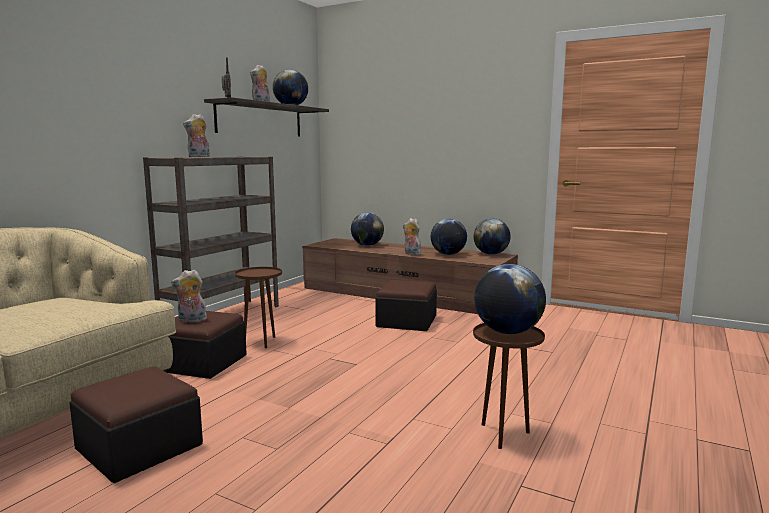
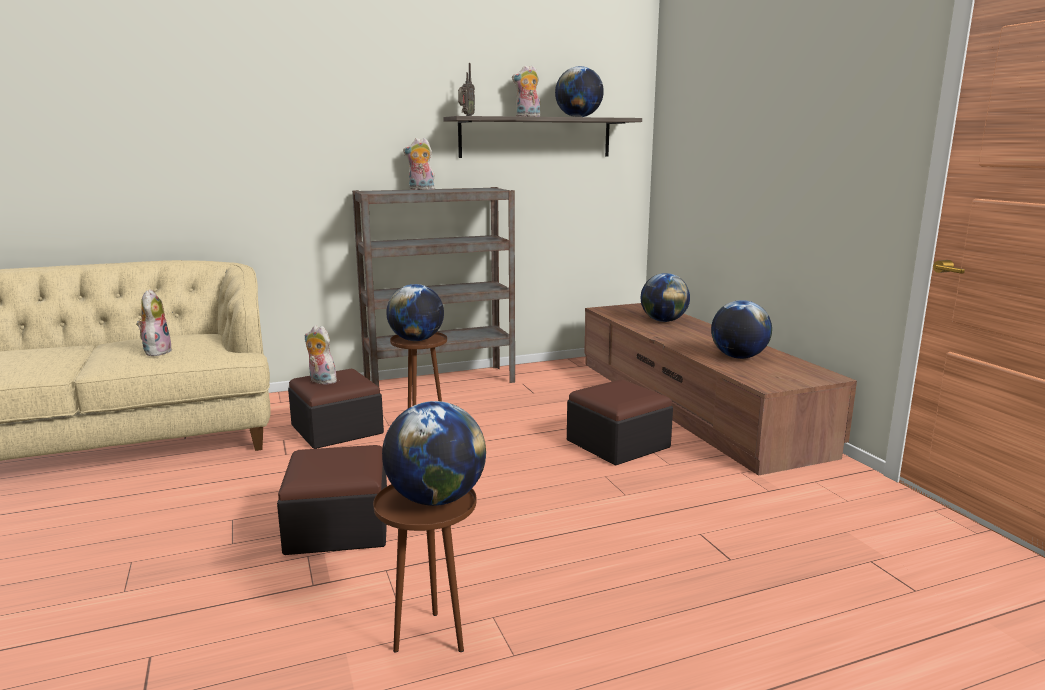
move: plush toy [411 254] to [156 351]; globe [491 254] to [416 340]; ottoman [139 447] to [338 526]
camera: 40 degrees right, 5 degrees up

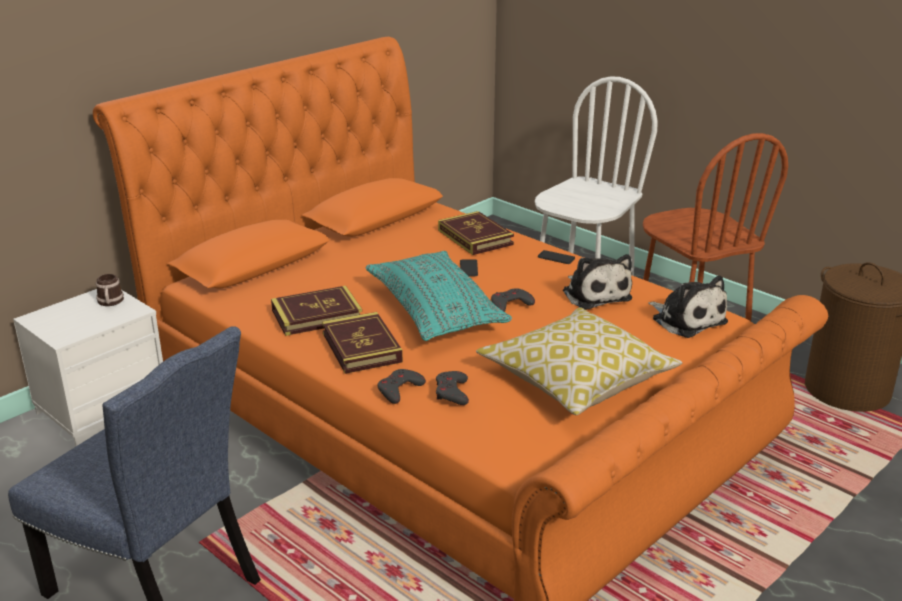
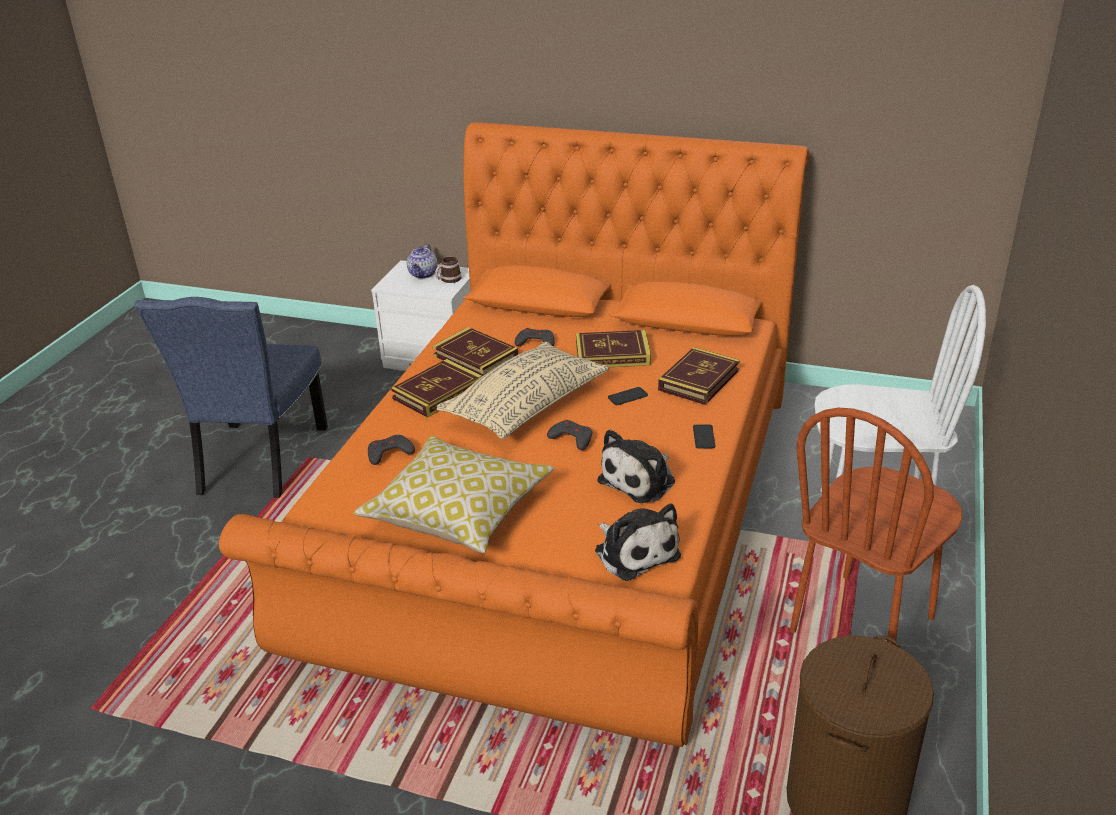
insert: tea pot [423 274]; book [612 354]
move: gray joypad [399 390] to [535 342]
recolor: turquoise-coloured cushion [435 311] to sand-coloured cushion [526 405]
rotate: plush toy [686 319] = [635 551] 60 degrees counterclockwise
camera: 65 degrees right, 5 degrees up

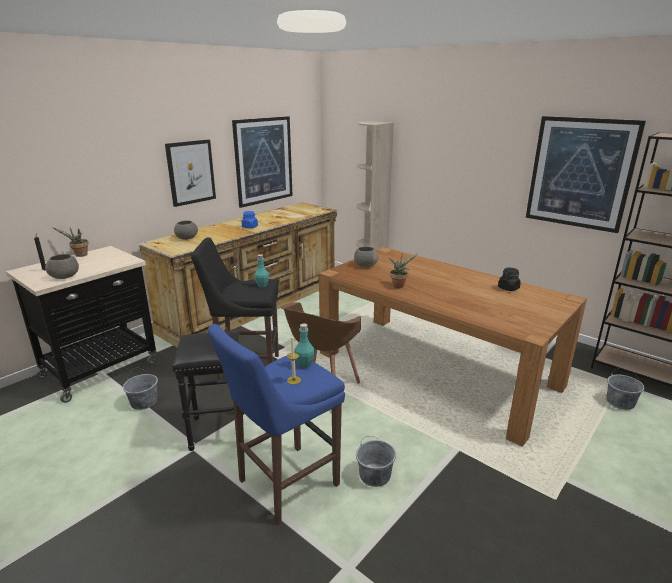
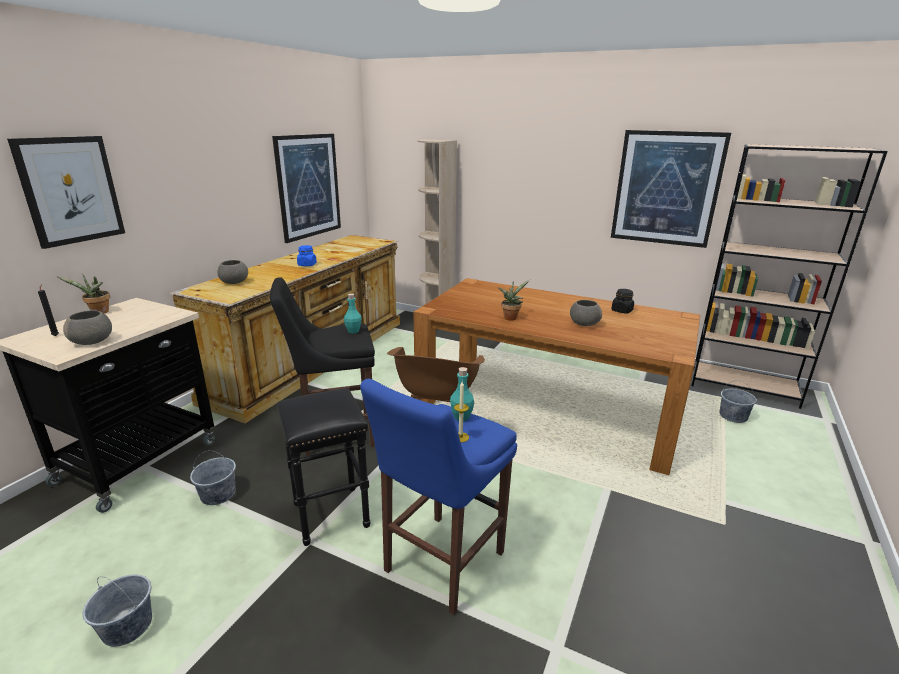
move: wall picture [191 172] to [70 190]; gray serving bowl [365 265] to [583 324]; gray bucket [375 475] to [127 626]
camera: 15 degrees left, 0 degrees up

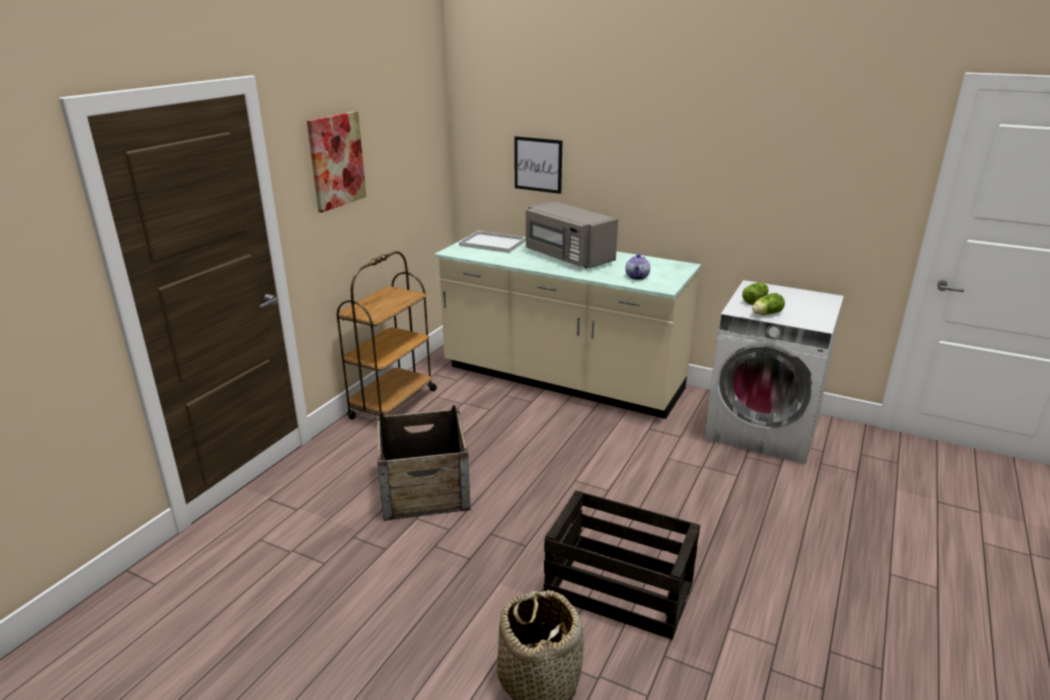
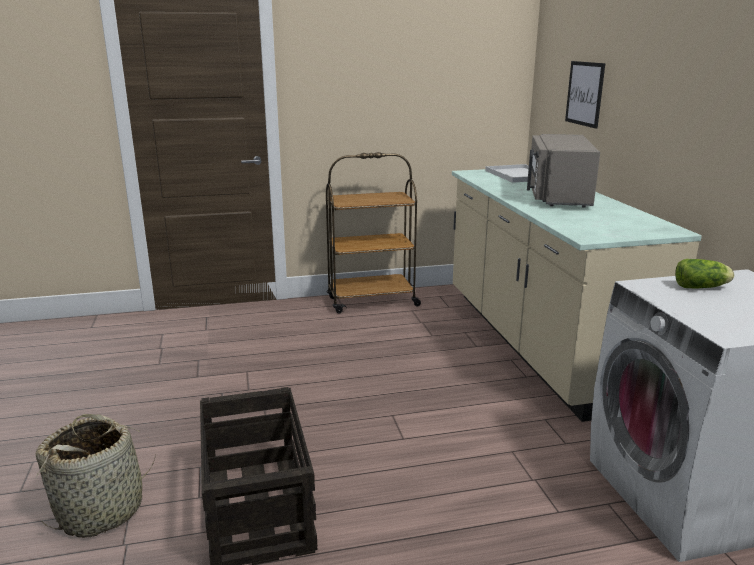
delete: wall picture [336 161]; tea pot [637 277]; head of lettuce [765 314]; crate [425 489]
camera: 50 degrees right, 5 degrees down

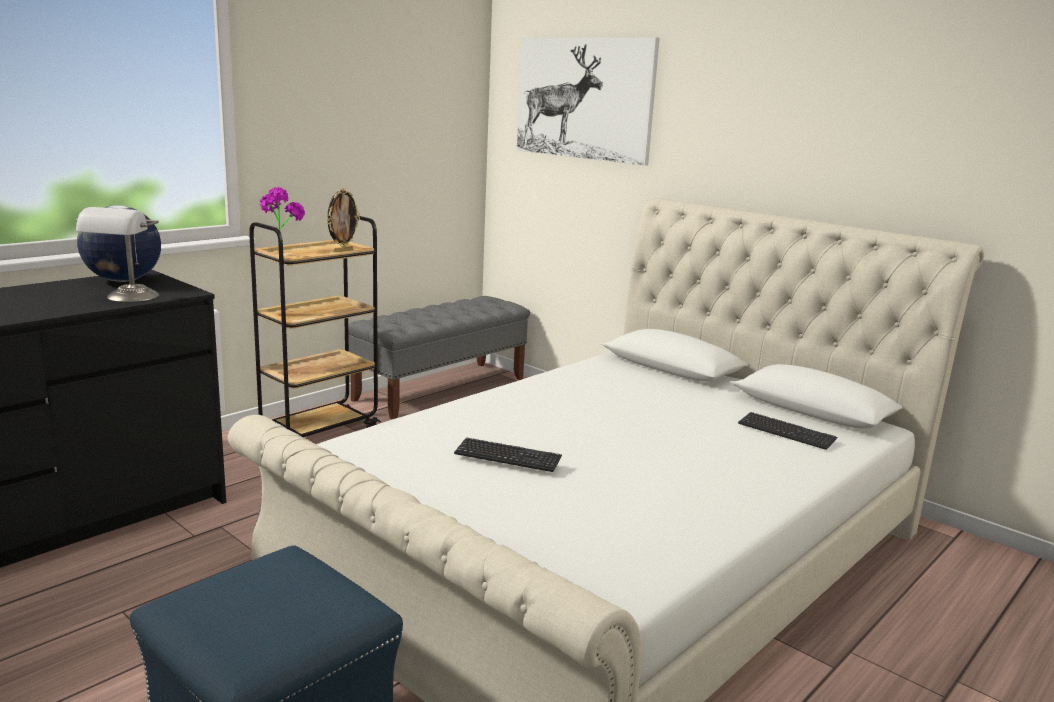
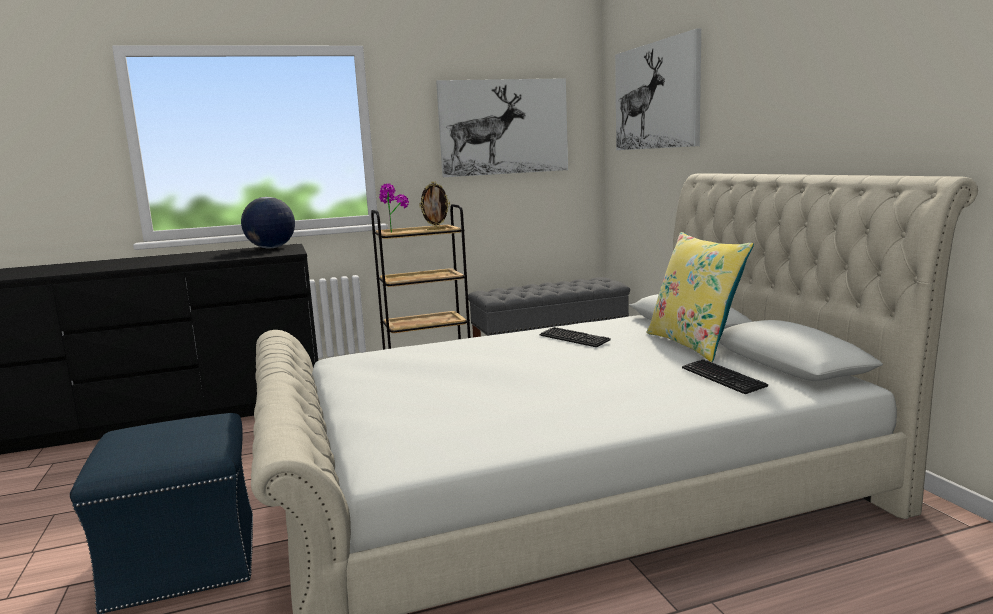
delete: white-coloured table lamp [128 298]
insert: wall picture [504 127]; yellow-coloured cushion [694 344]
move: PC keyboard [507 457] to [574 339]
camera: 30 degrees right, 5 degrees down

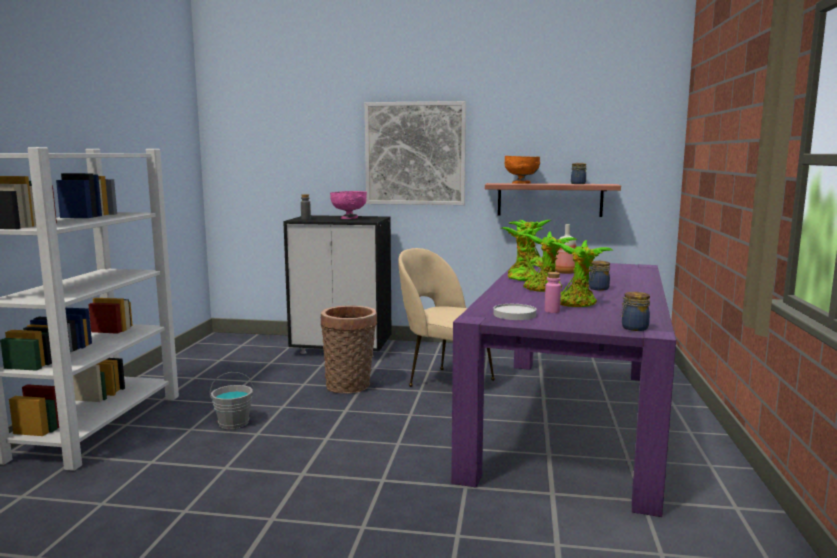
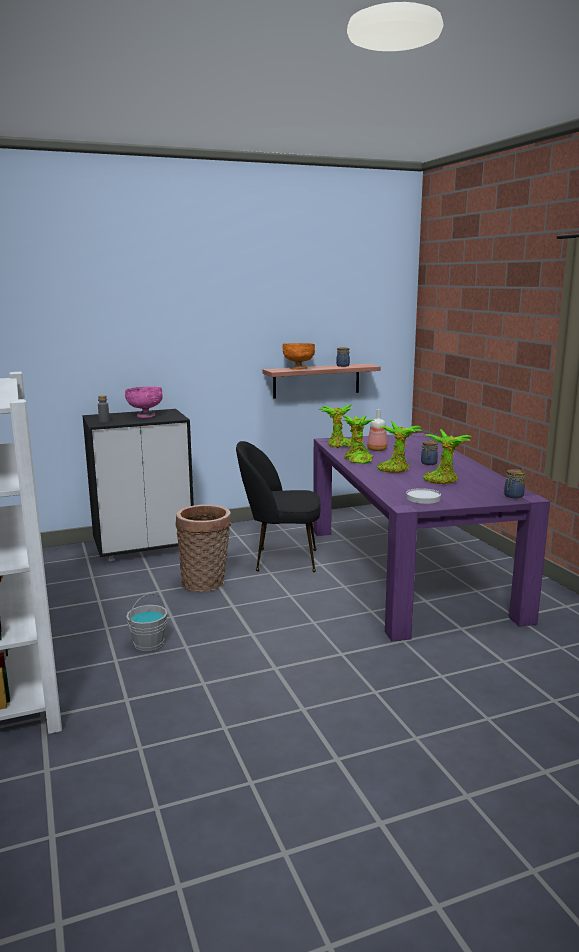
delete: wall picture [415 153]; pinkish drink bottle [552 311]
recolor: sand-coloured plain chair [446 381] to black plain chair [280 560]
camera: 30 degrees left, 5 degrees up

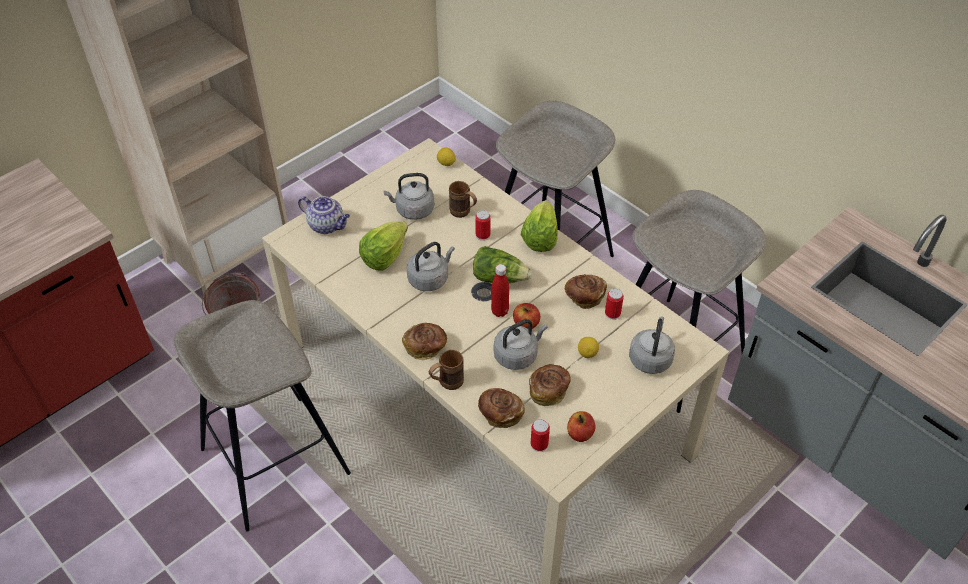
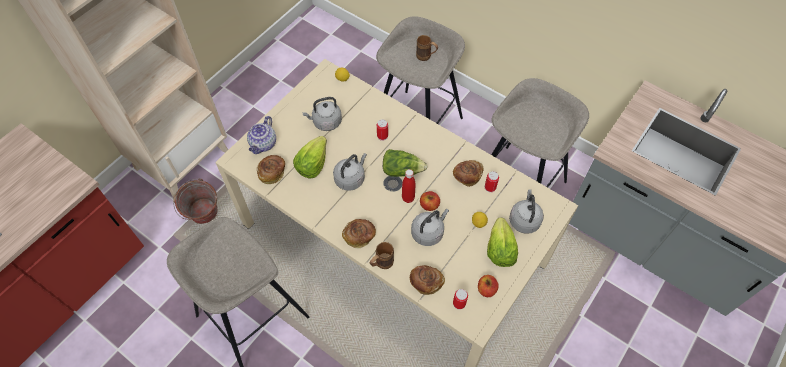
move: brown coffee mug [463 213] to [426 57]; head of lettuce [540 238] to [499 250]; bread [549 391] to [272 173]
rotate: tea pot [327 225] = [263 144] 90 degrees clockwise
camera: 10 degrees left, 10 degrees up

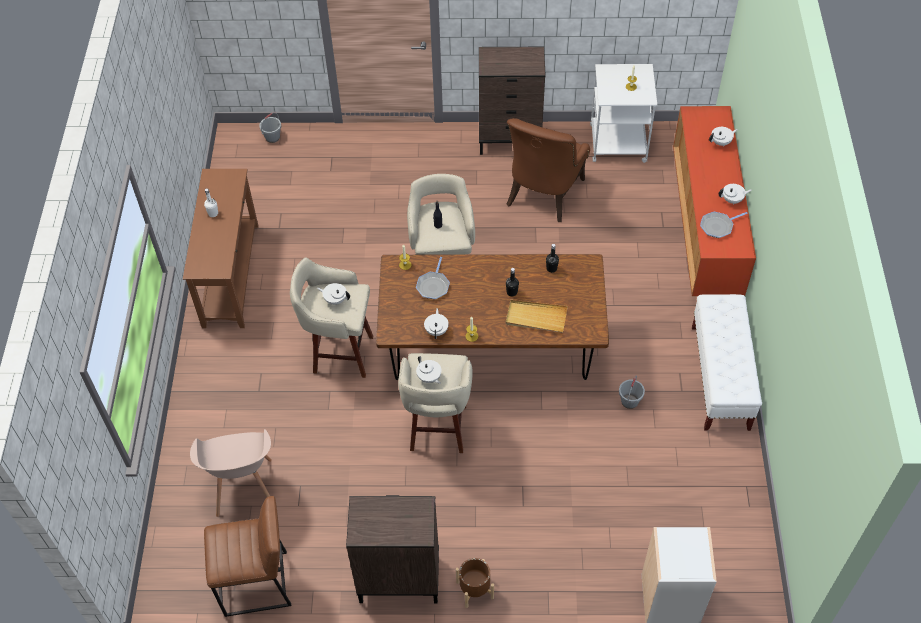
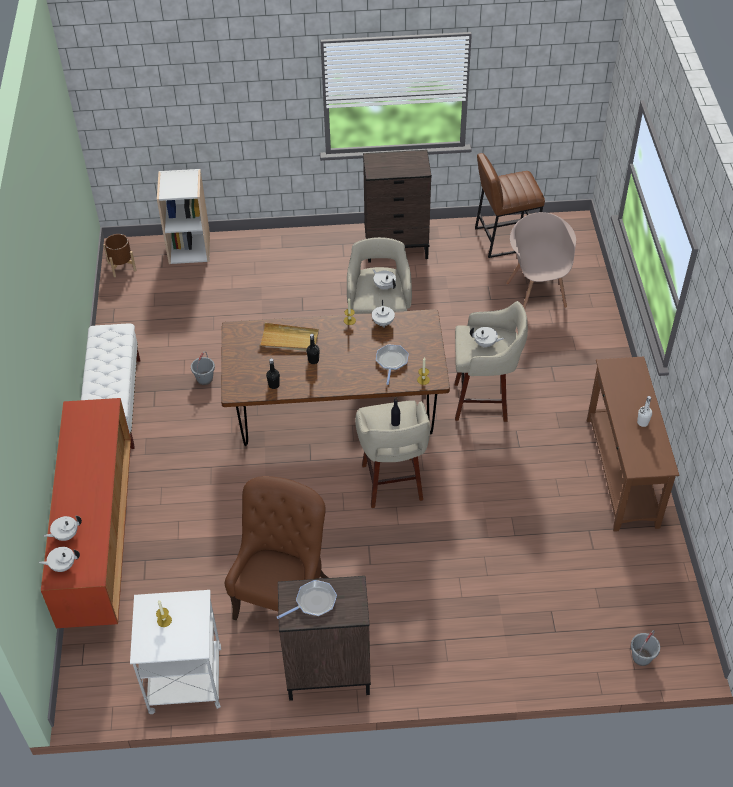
move: white-coloured tea pot [732 200] to [62 565]; skillet [718 226] to [313 602]; brown plant pot [474 589] to [122 266]
camera: 175 degrees right, 5 degrees down

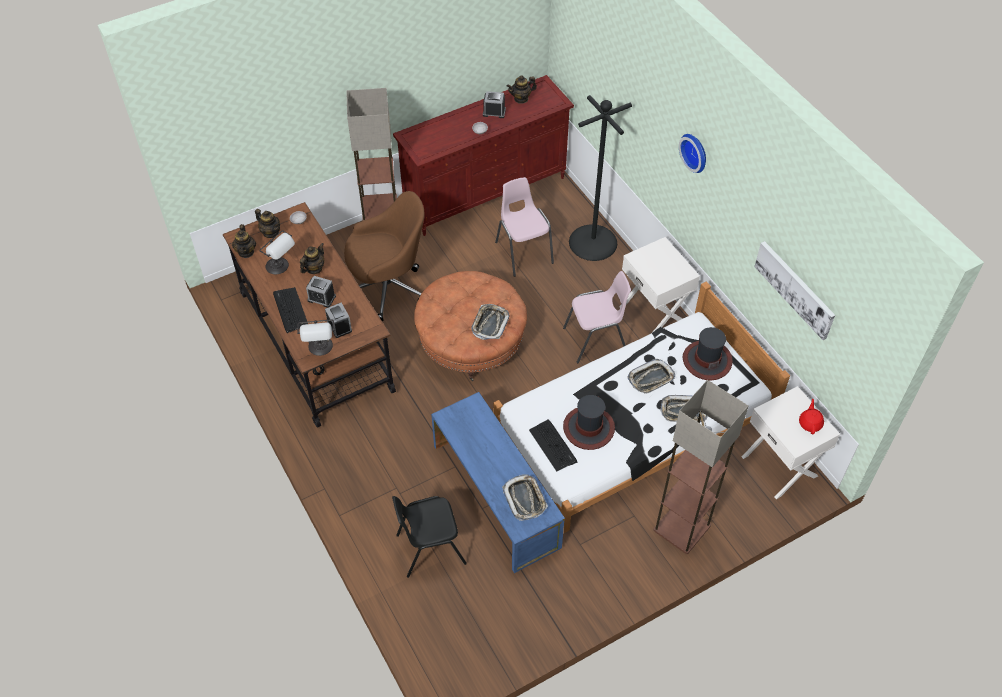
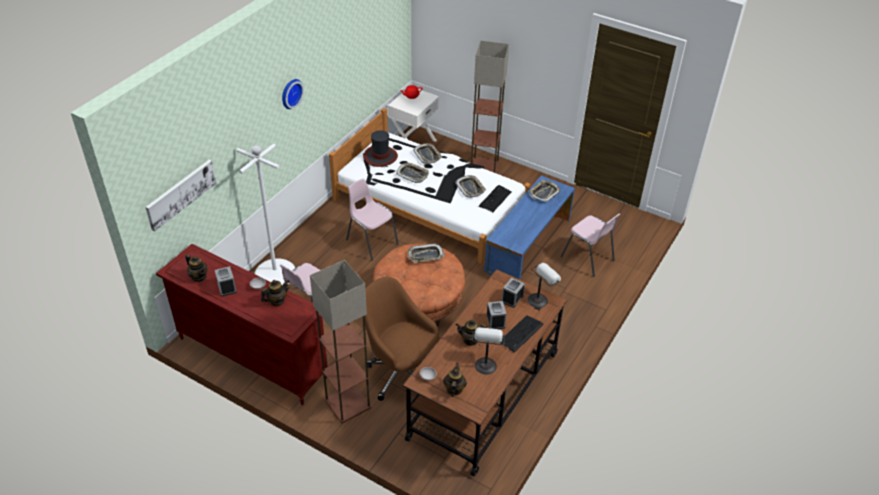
delete: white-coloured night table [654 314]
move: tea pot [246 252] to [277 301]; wall picture [795 289] to [180 194]
replace: clothing hat [588 428] to carrying tray [470 188]
recolor: black garment rack [593 242] to white-coloured garment rack [275 273]; black plain chair [429 548] to pinkish plain chair [588 259]
camera: 120 degrees left, 10 degrees down

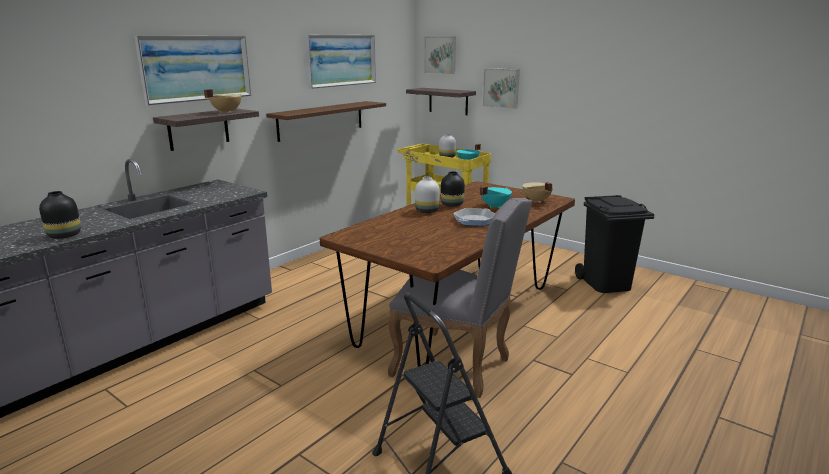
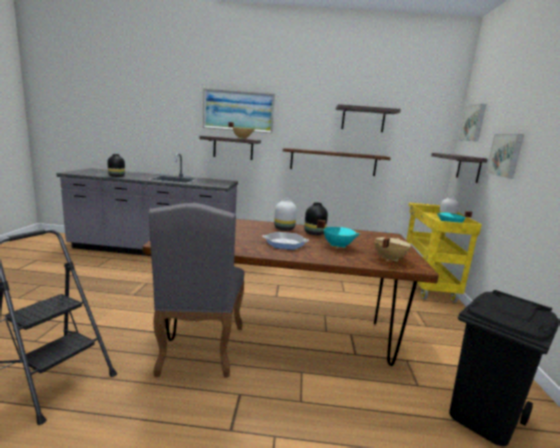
replace: wall picture [341 60] to bracket shelf [363 119]
camera: 55 degrees right, 5 degrees down

